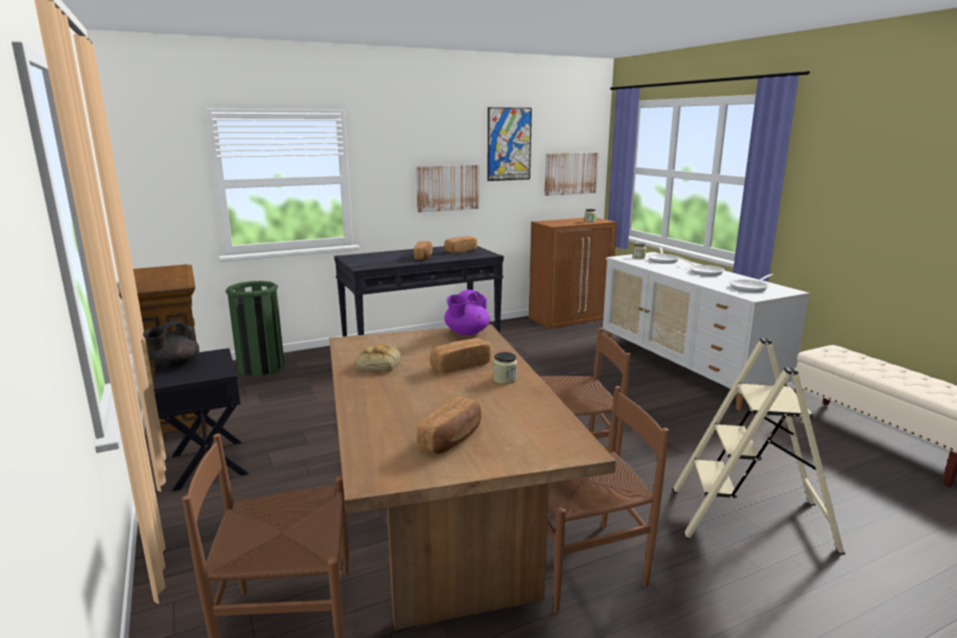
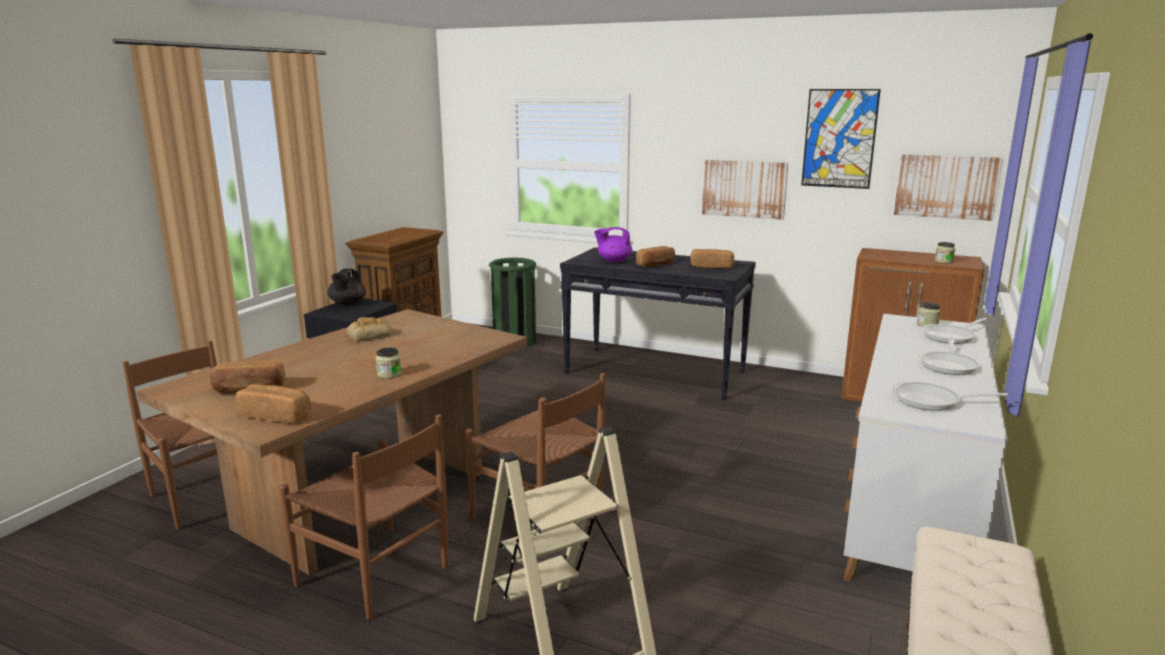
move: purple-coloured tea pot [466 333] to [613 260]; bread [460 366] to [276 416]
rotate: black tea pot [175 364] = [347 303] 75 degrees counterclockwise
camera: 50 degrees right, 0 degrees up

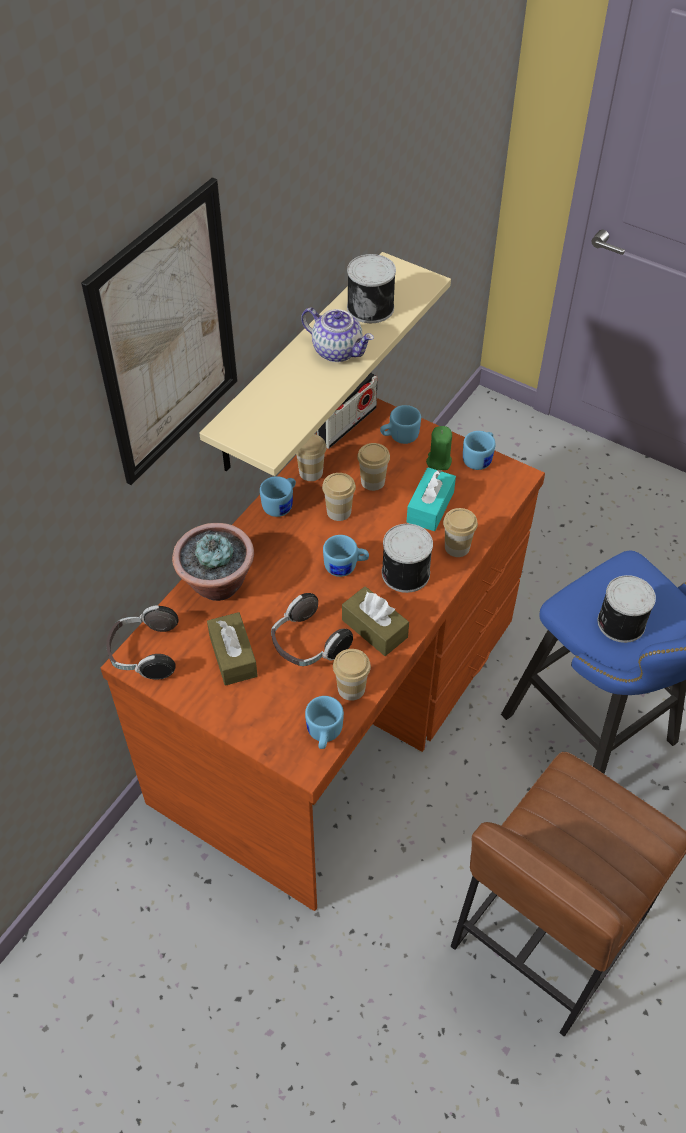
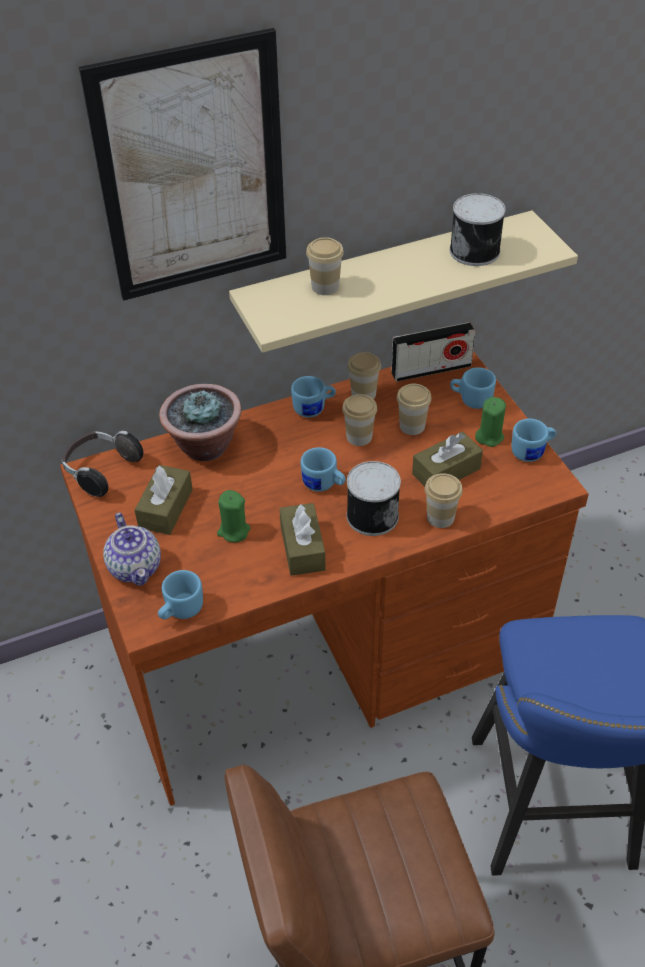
delete: metal can [619 622]
move: tea pot [338 351] to [136 567]; cup [351 688] to [325 287]
replace: headphones [307 644] to greenish candle [233 531]
recolor: turquoise-coloured tissue box [430 507] to brown tissue box [446 471]
camera: 35 degrees right, 5 degrees down

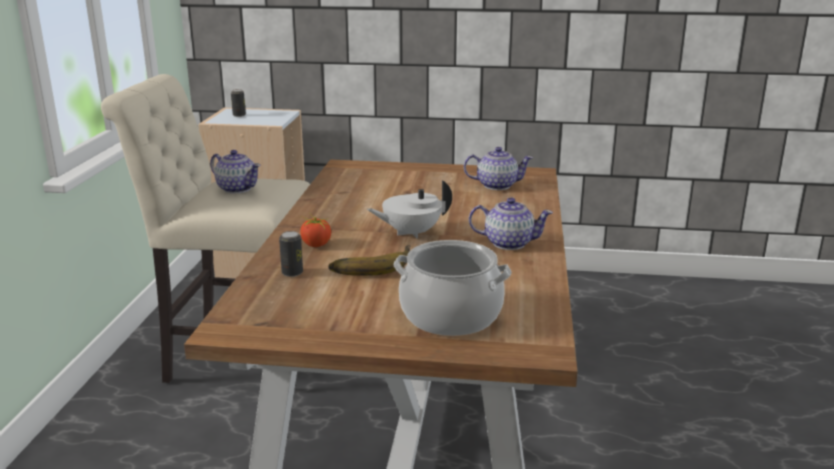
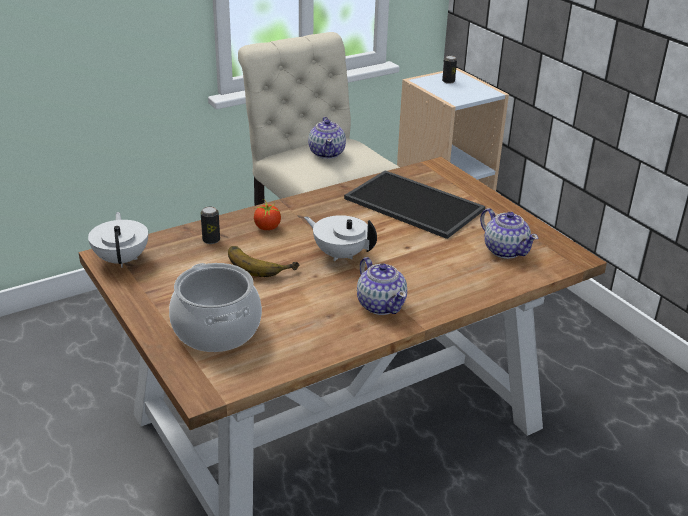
insert: carrying tray [416 204]; white-coloured tea pot [122 259]
camera: 50 degrees right, 10 degrees up

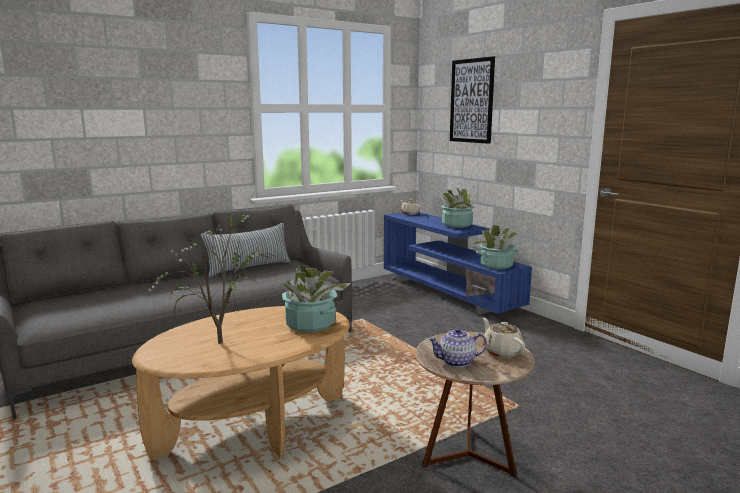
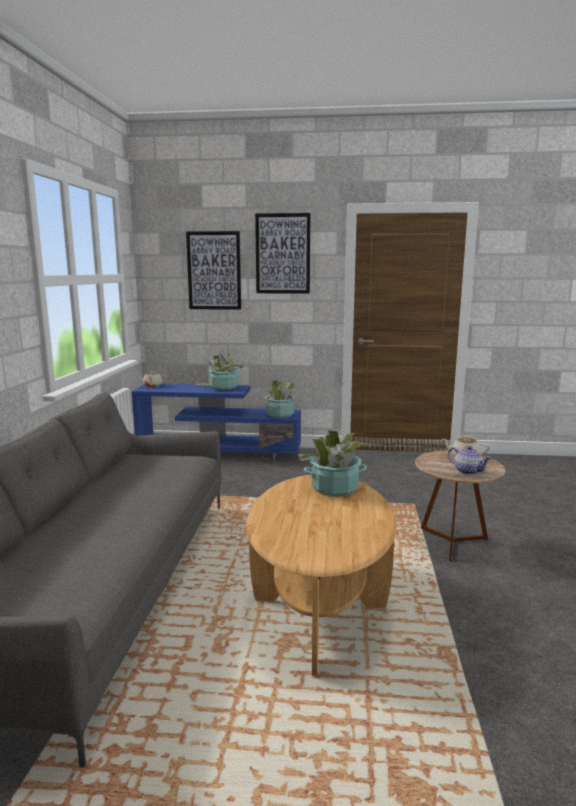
delete: potted plant [219 341]; cushion [249 267]
insert: wall picture [283 254]
rotate: tea pot [457 362] = [467 471] 75 degrees counterclockwise
camera: 50 degrees left, 0 degrees up

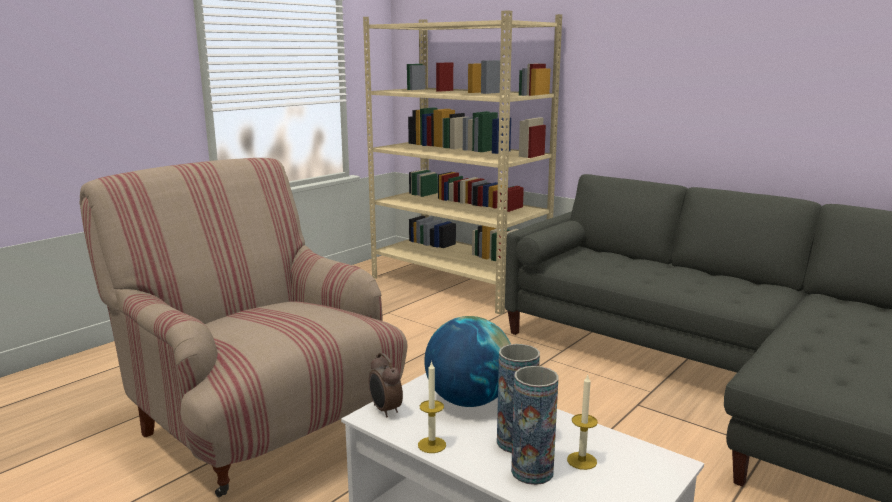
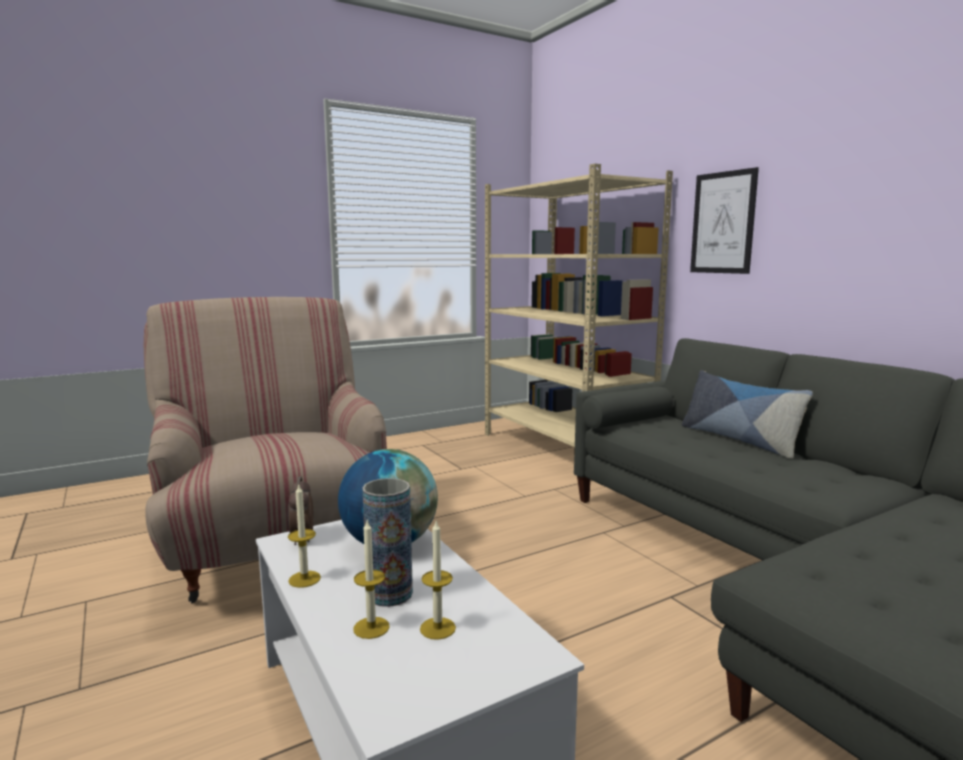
insert: wall picture [723 223]; cushion [739 439]
replace: vase [532 471] to candle [371 627]
camera: 20 degrees right, 5 degrees down

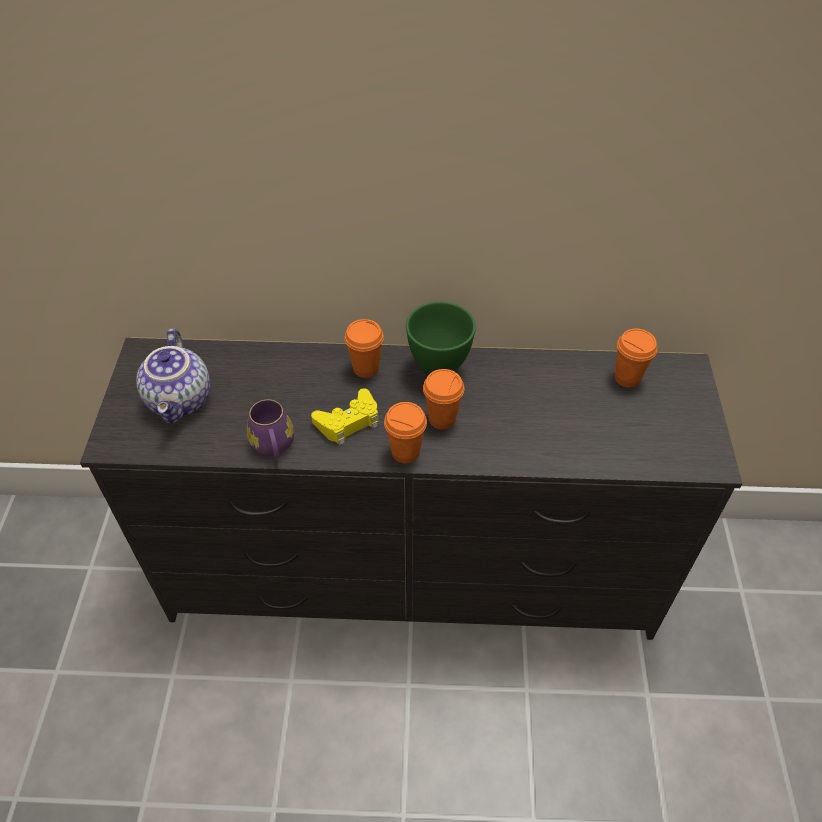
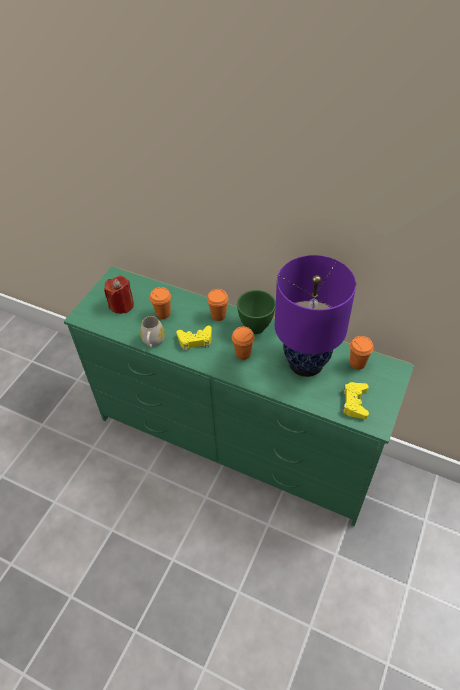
insert: purple-coloured table lamp [305 362]; yellow-coloured joypad [354 402]
move: orange-coloured cup [405 452] to [163 314]
replace: tea pot [181 400] to reddish candle [122 305]
recolor: black chest of drawers [411 574] to greenish chest of drawers [234 440]; purple-coloured coffee mug [273 446] to white-coloured coffee mug [153 341]
camera: 25 degrees right, 0 degrees up

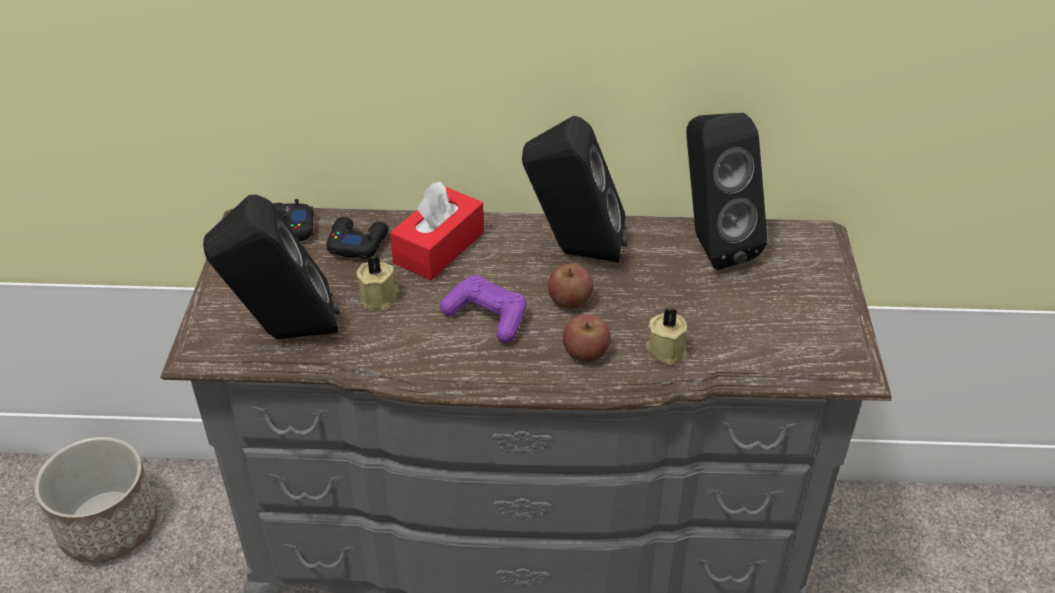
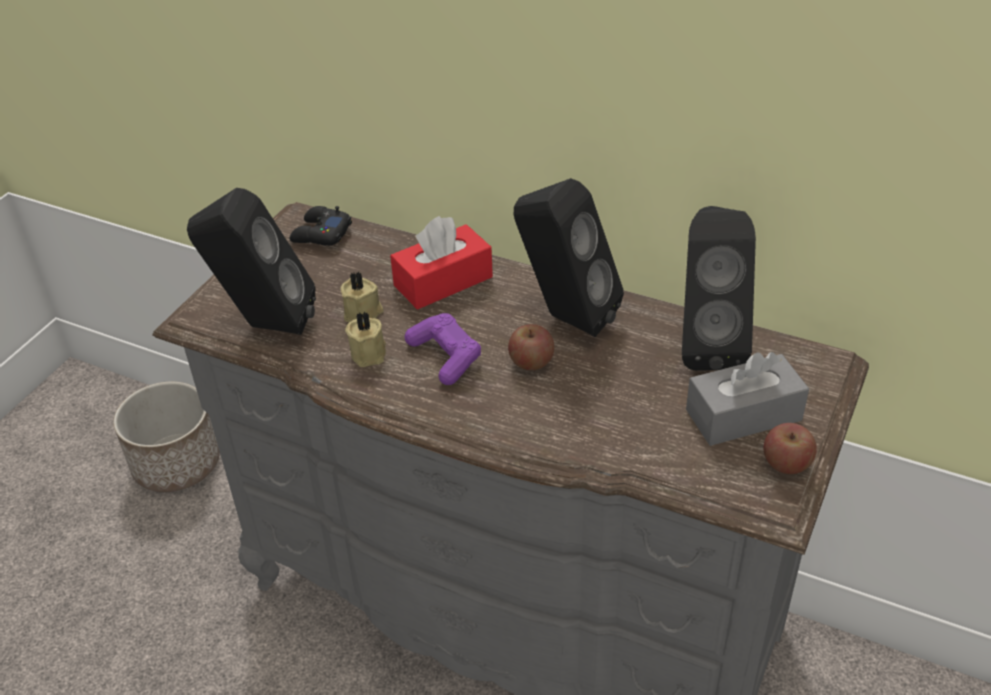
delete: black joypad [357 243]
insert: gray tissue box [743 415]
move: sand-coloured candle [666 349] to [370 353]; whole apple [585 353] to [786 463]
camera: 25 degrees right, 0 degrees up

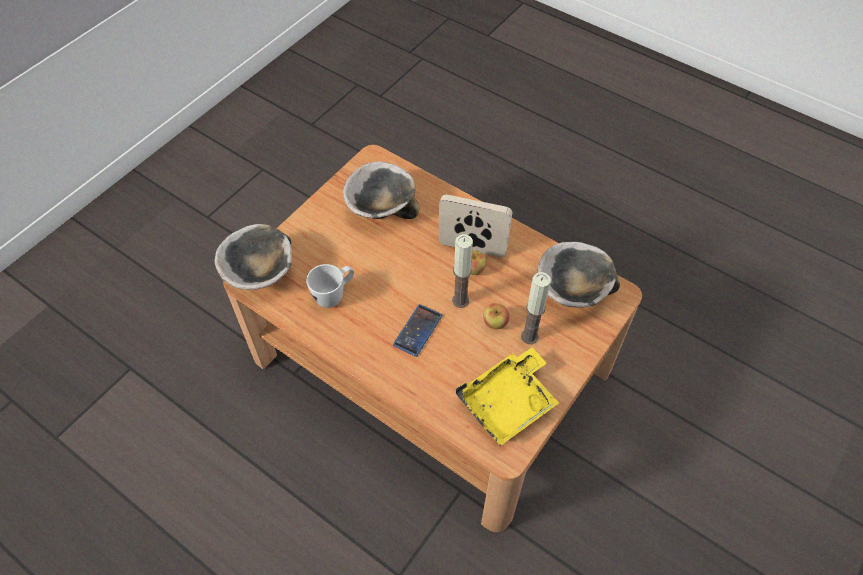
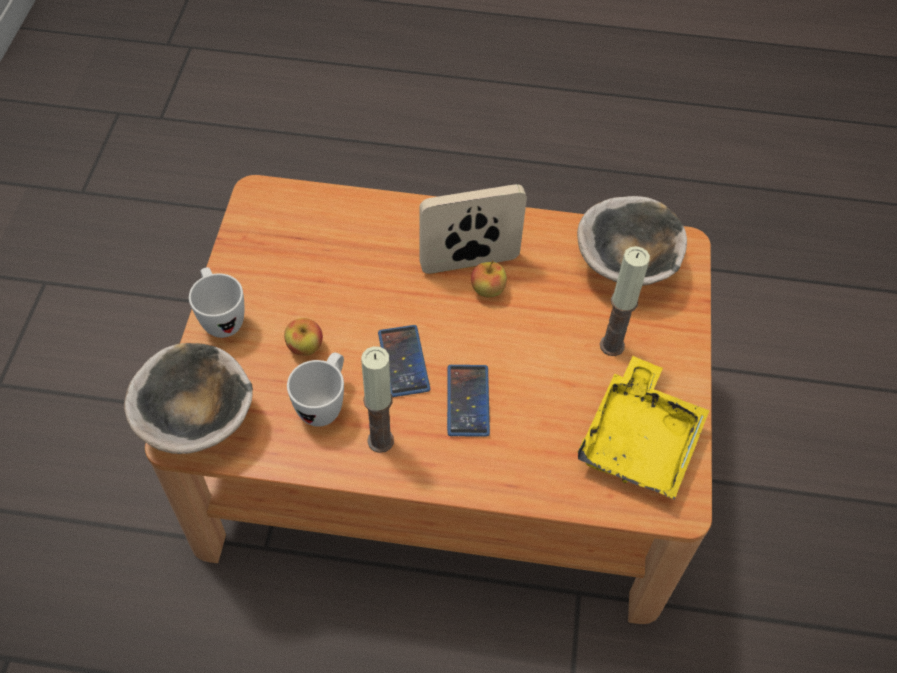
delete: serving bowl [380 209]
insert: white-coloured coffee mug [221 317]; telephone [403 361]
move: candle [460 300] to [380 440]; whole apple [495 323] to [305 347]
camera: 30 degrees left, 0 degrees up

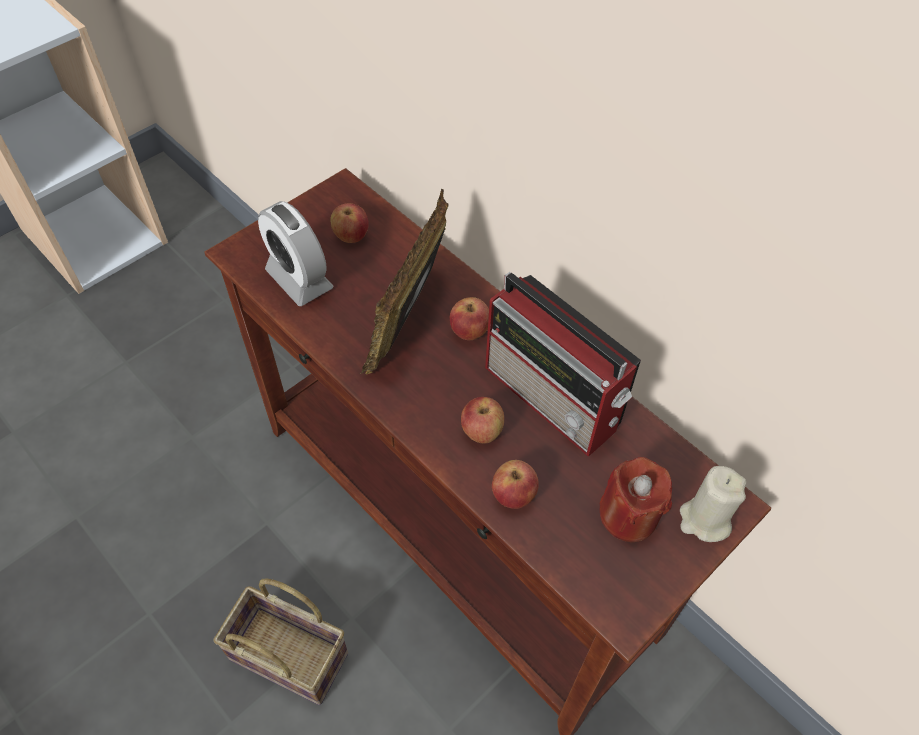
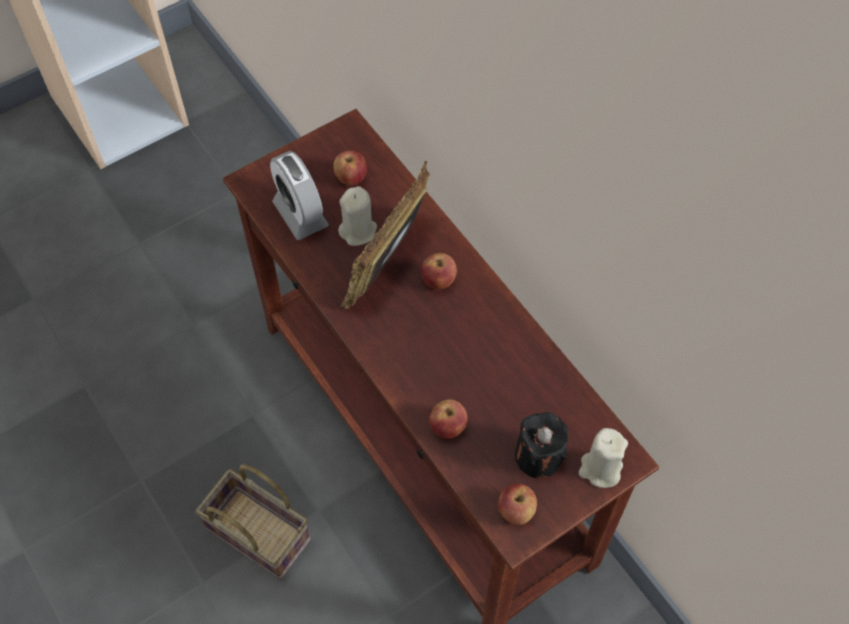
delete: radio receiver [553 400]
insert: sand-coloured candle [358 231]
move: whole apple [481 431] to [516 511]
recolor: reddish candle [628 515] to black candle [538 456]
camera: 10 degrees right, 5 degrees up

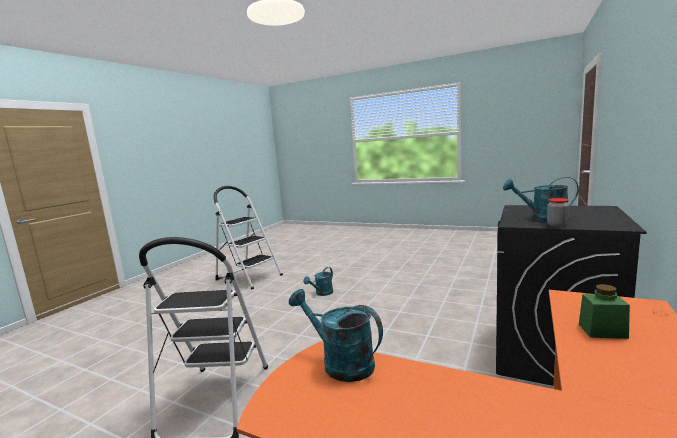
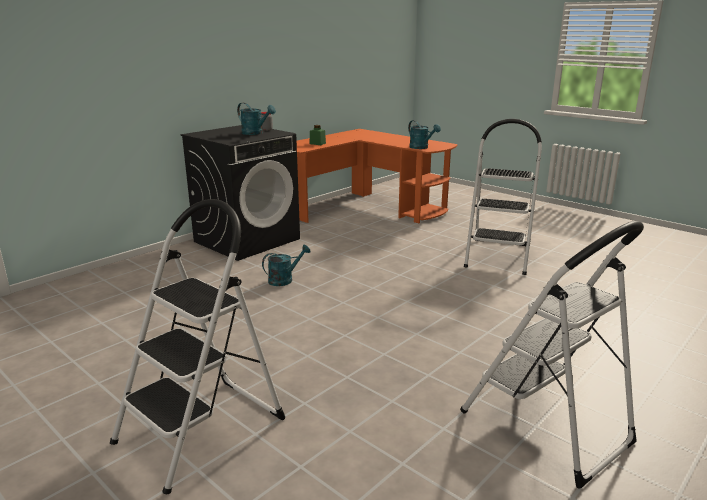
insert: step ladder [205 429]
move: turquoise-coloured sprinkling can [322 293] to [284 279]
camera: 165 degrees left, 10 degrees up

